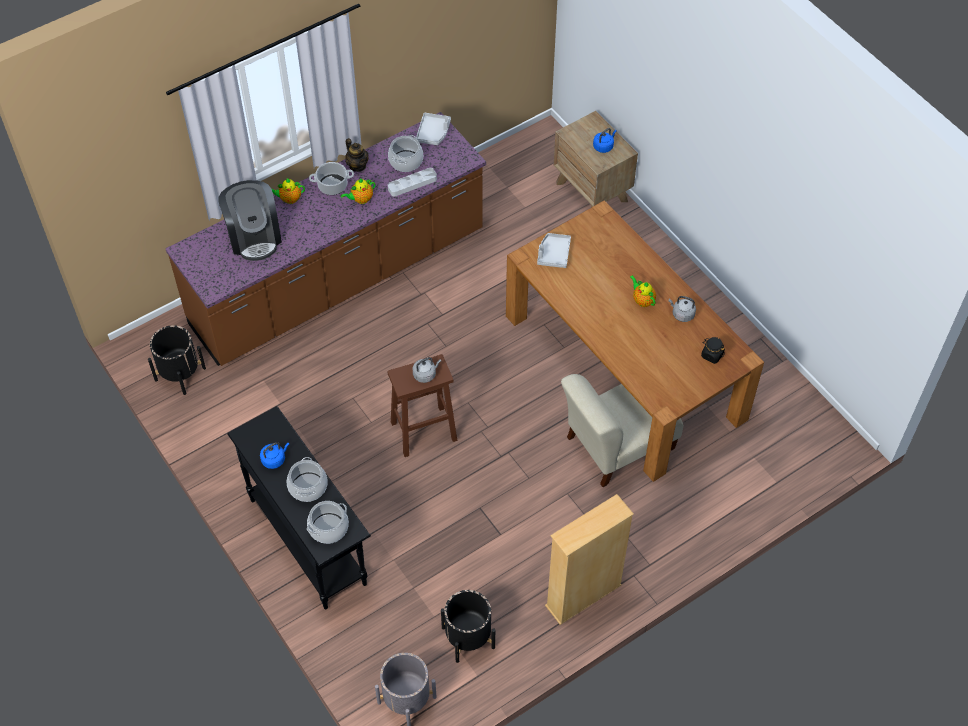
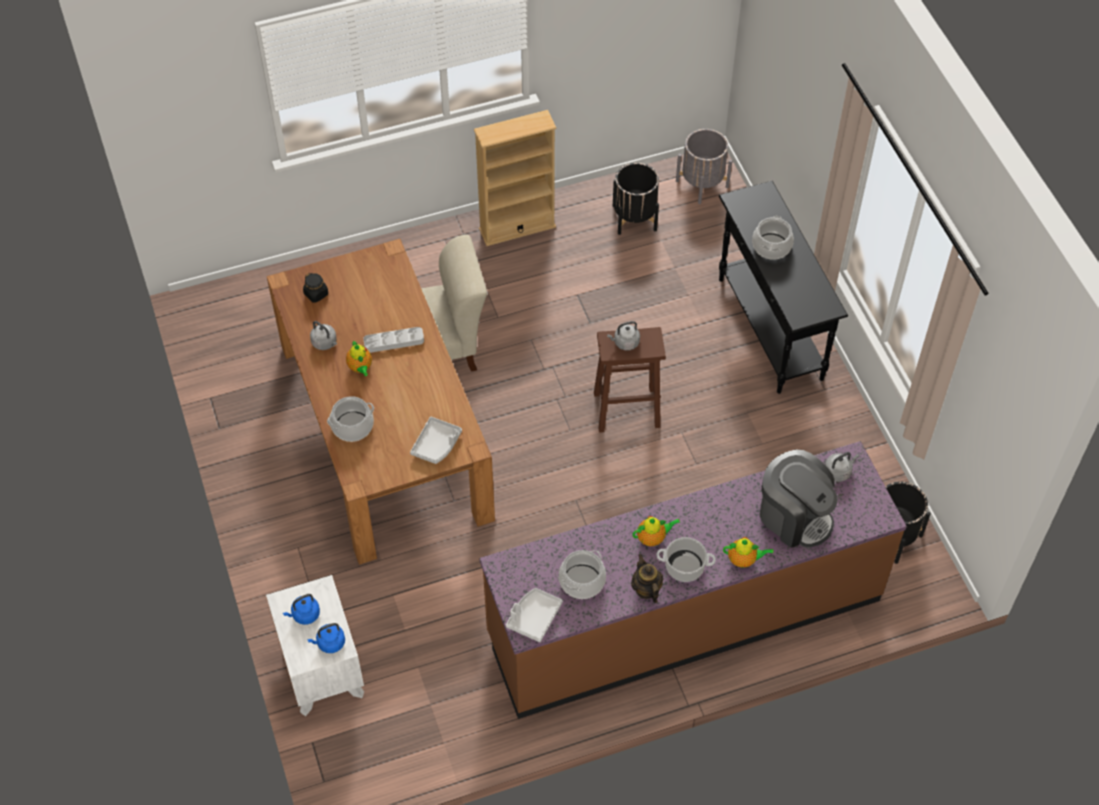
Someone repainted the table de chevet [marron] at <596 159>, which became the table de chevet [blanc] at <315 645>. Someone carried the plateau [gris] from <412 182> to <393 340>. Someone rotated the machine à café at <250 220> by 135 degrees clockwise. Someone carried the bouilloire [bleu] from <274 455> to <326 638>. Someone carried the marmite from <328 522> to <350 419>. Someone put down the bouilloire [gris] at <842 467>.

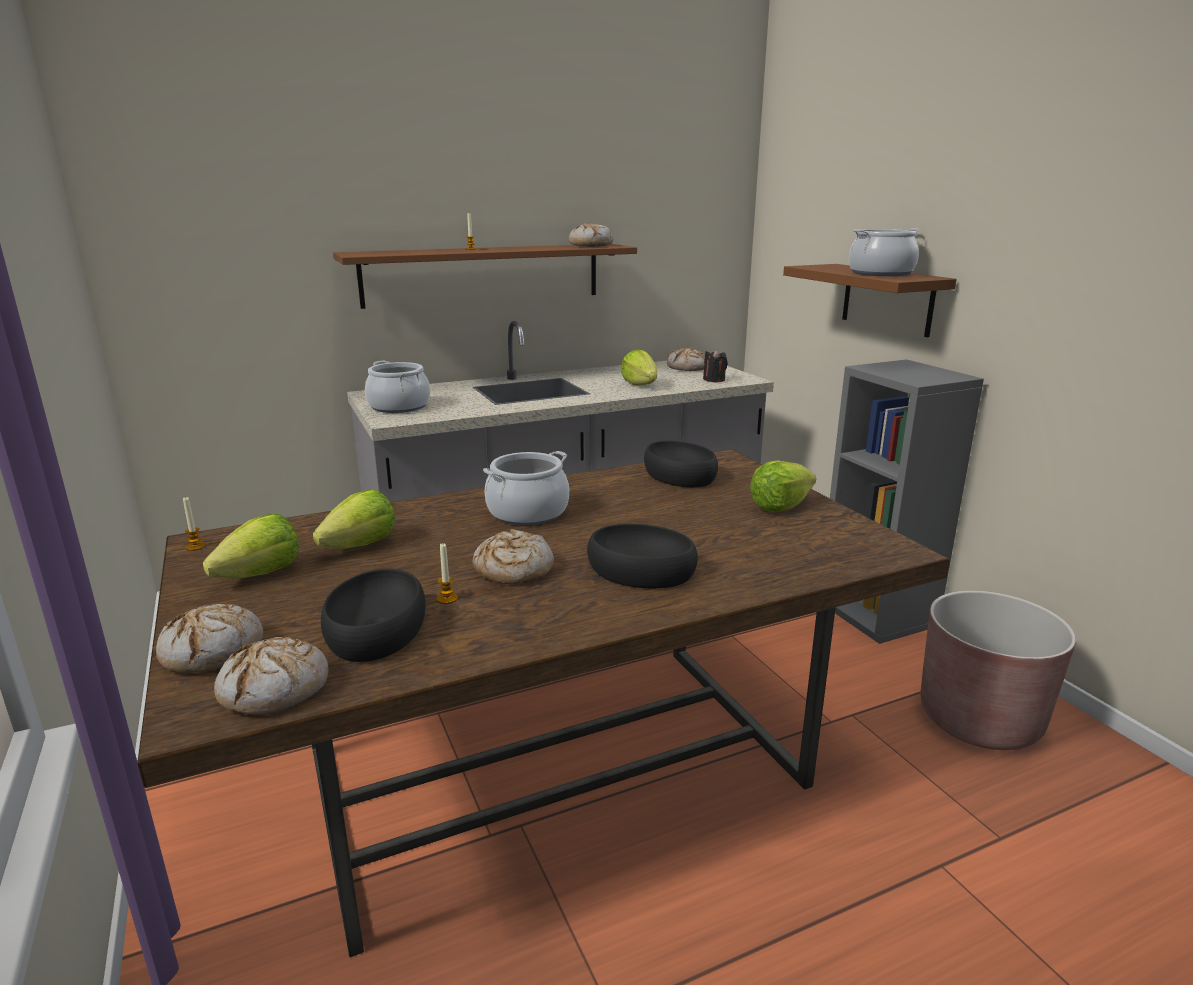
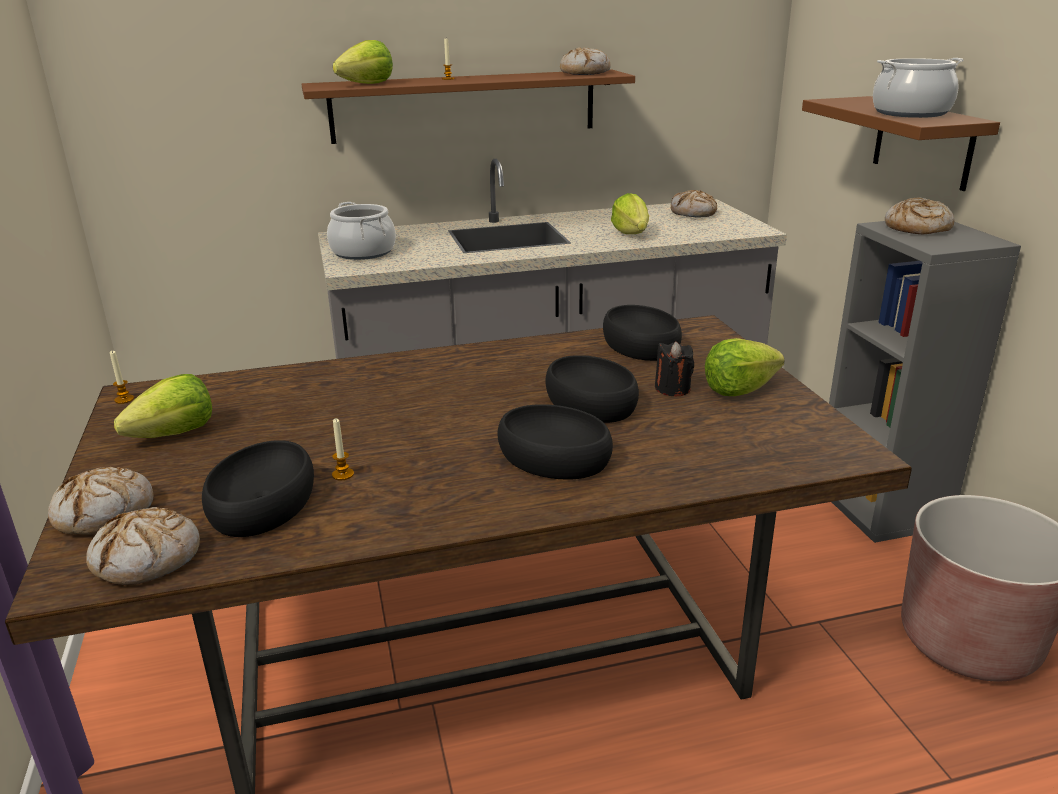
Someone carried the bougie [noir] from <715 365> to <674 369>. Someone took away the marmite at <526 488>. Someone carried the laitue from <354 519> to <363 62>. Someone carried the pain from <513 556> to <919 215>. Someone put down the bol [noir] at <592 389>.

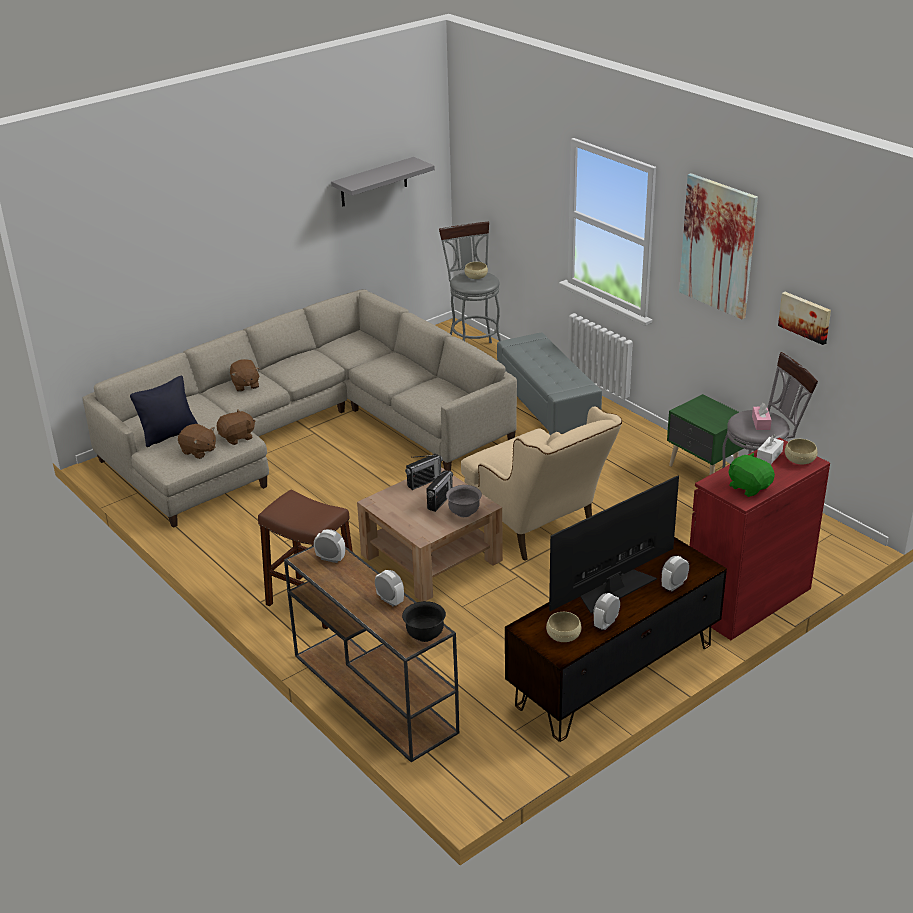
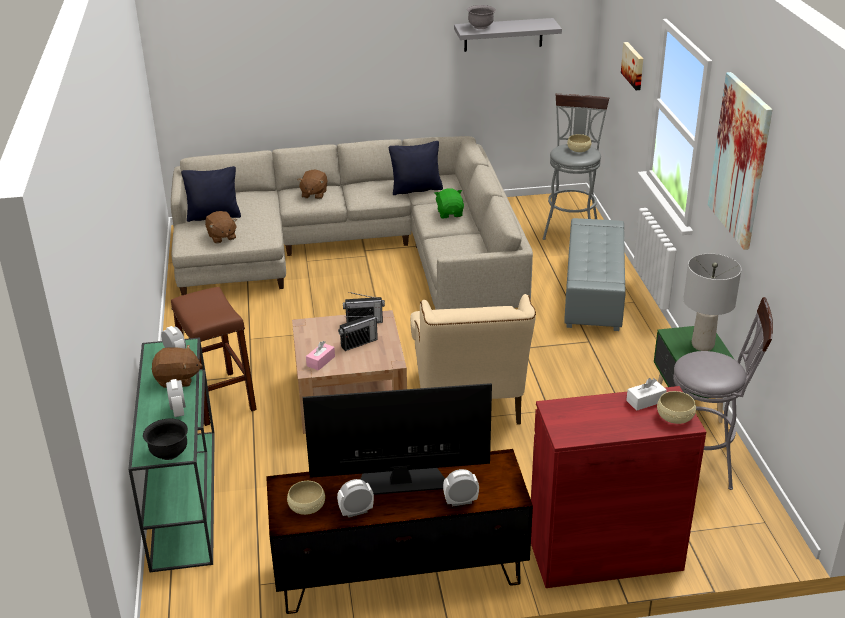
Someone carried the tableau from <804 318> to <632 66>. Someone carried the boîte à mouchoirs [rose] from <762 416> to <320 356>. Someone carried the peluche [marron] from <236 427> to <177 366>. Someone carried the peluche [vert] from <752 475> to <449 203>. Someone carried the bol [gris] from <464 501> to <481 17>. Someone repainted the table console [marron] at <371 653>, which became the table console [vert] at <171 454>. Someone put down the coussin [noir] at <416 168>. Someone put down the lampe de table [gris] at <712 302>.

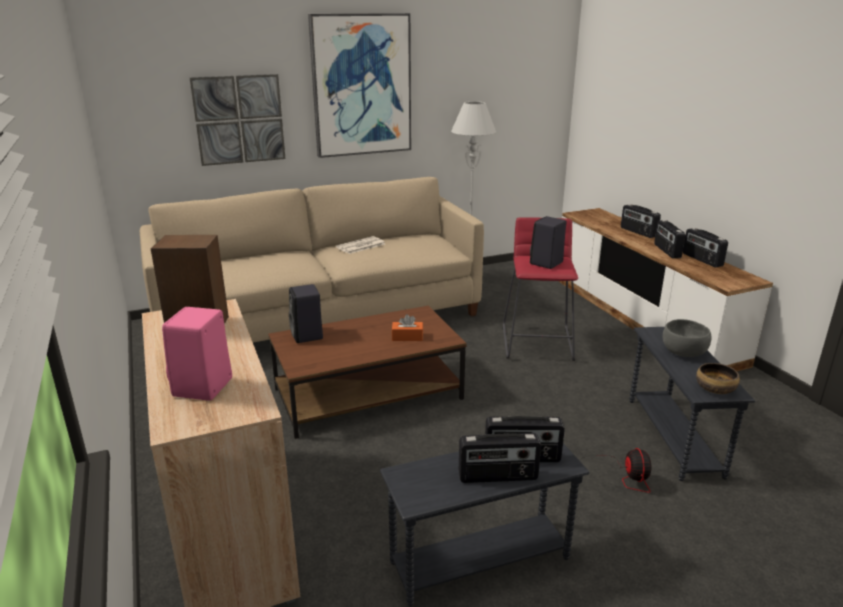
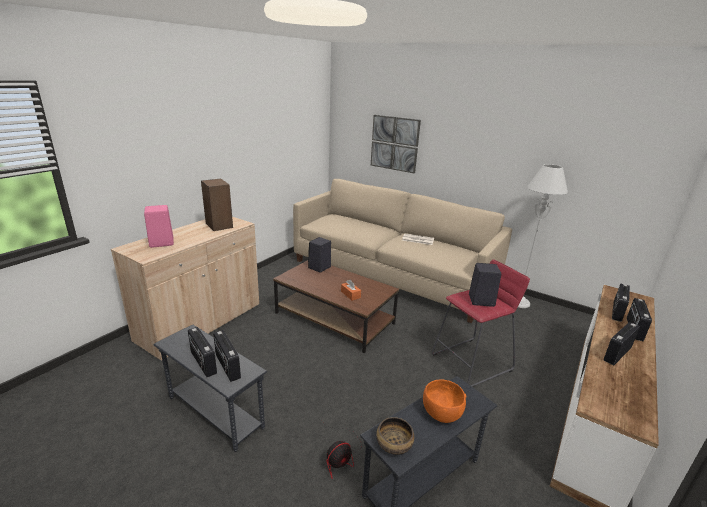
Someone took away the tableau at <359 85>. Someone carried the radio from <705 247> to <621 303>. Someone repainted the bol [gris] at <687 338>, which became the bol [orange] at <444 401>.

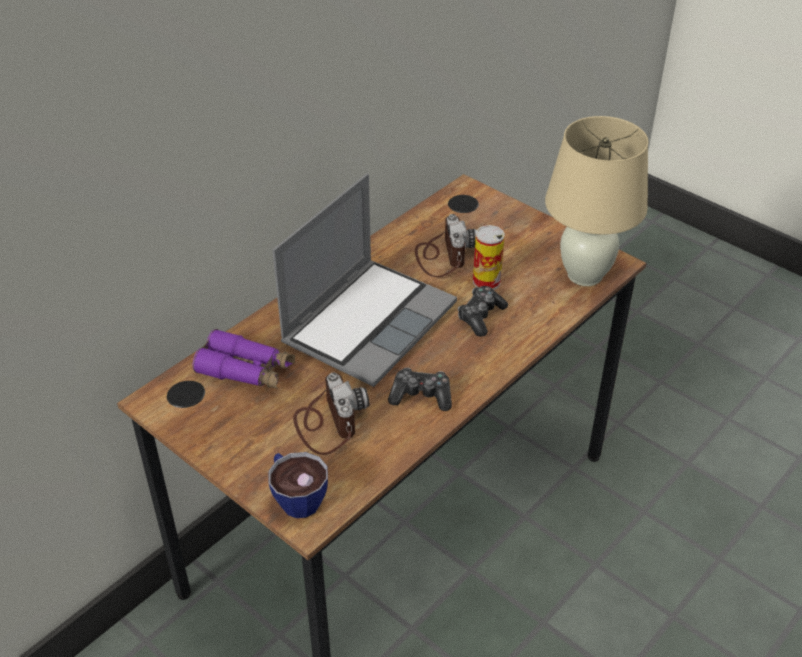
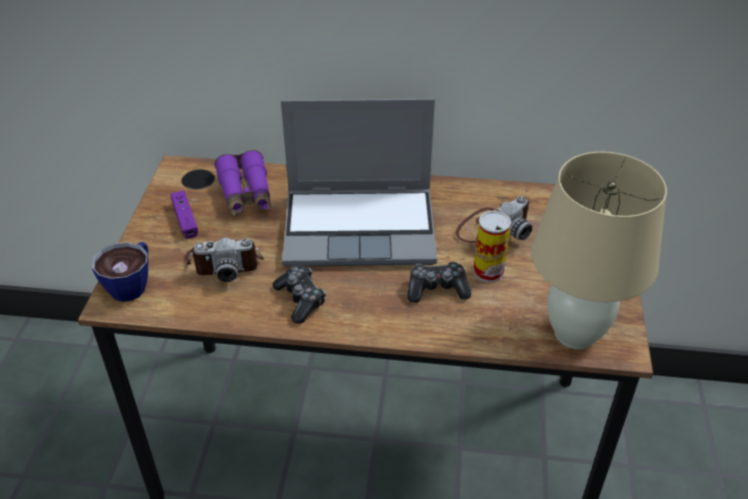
Someone rotated the appareil photo at <331 413> by 45 degrees clockwise. Someone put down the manette [violet] at <184 214>.

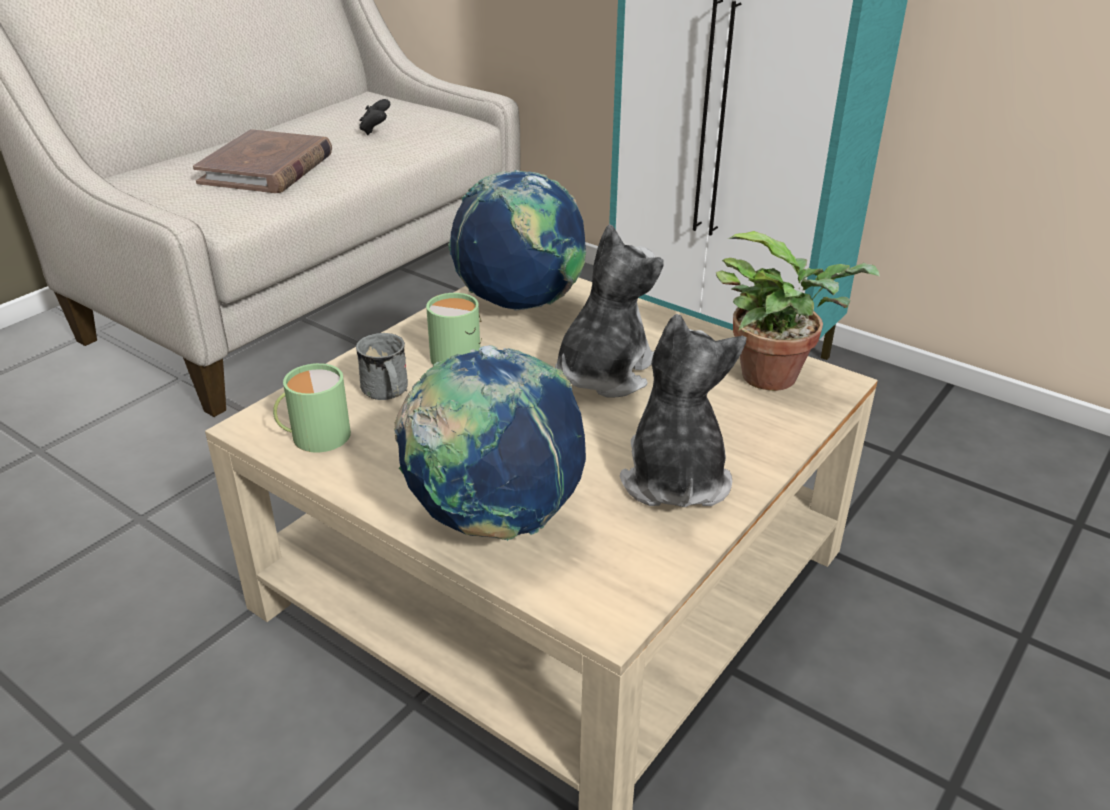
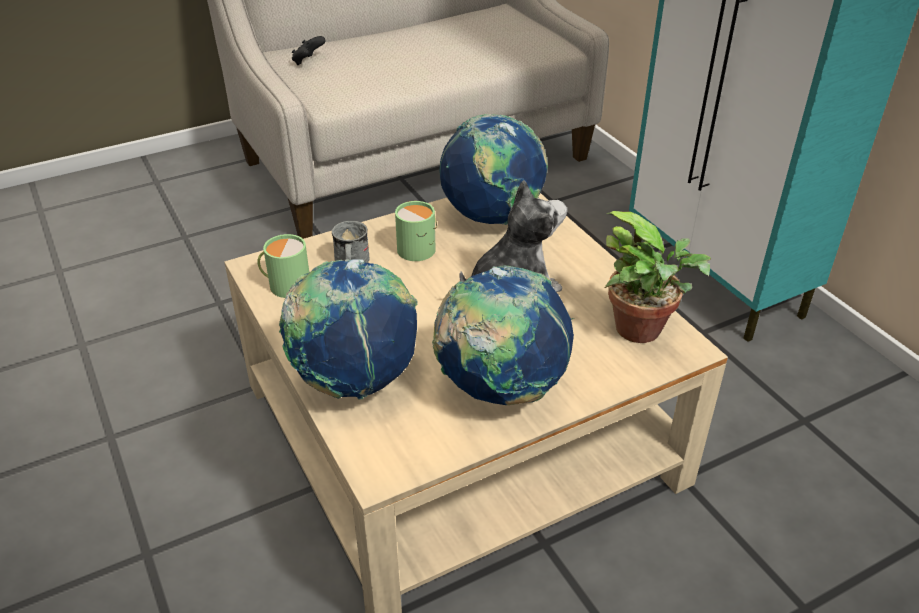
Someone carried the manette [noir] from <374 117> to <309 50>. Someone took away the livre [marron] at <262 161>. Someone swapped the peluche at <683 410> for the globe at <503 335>.

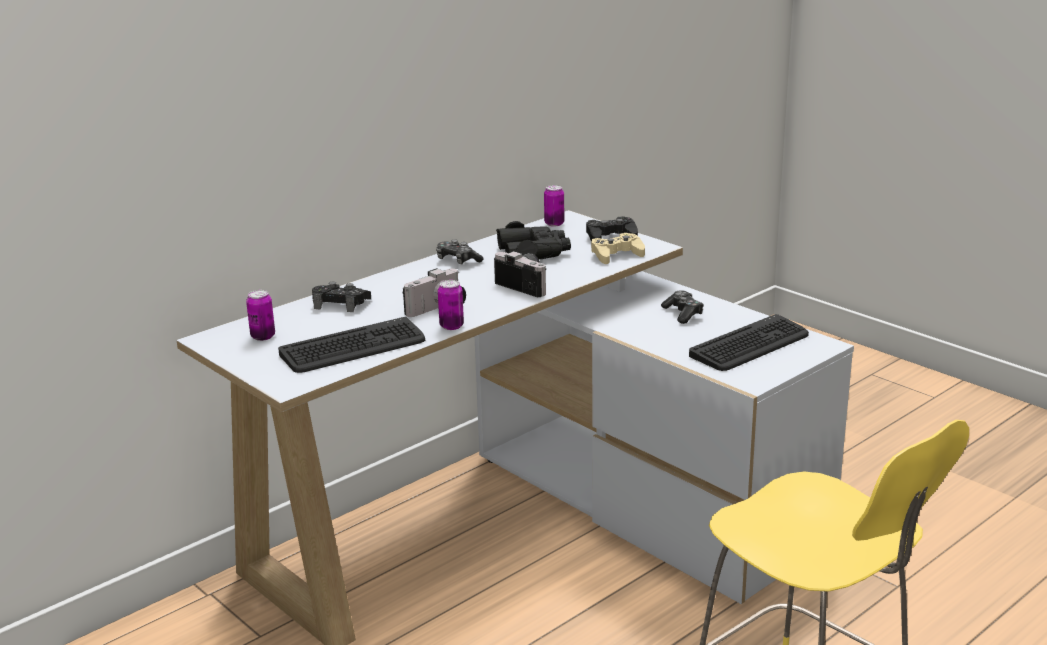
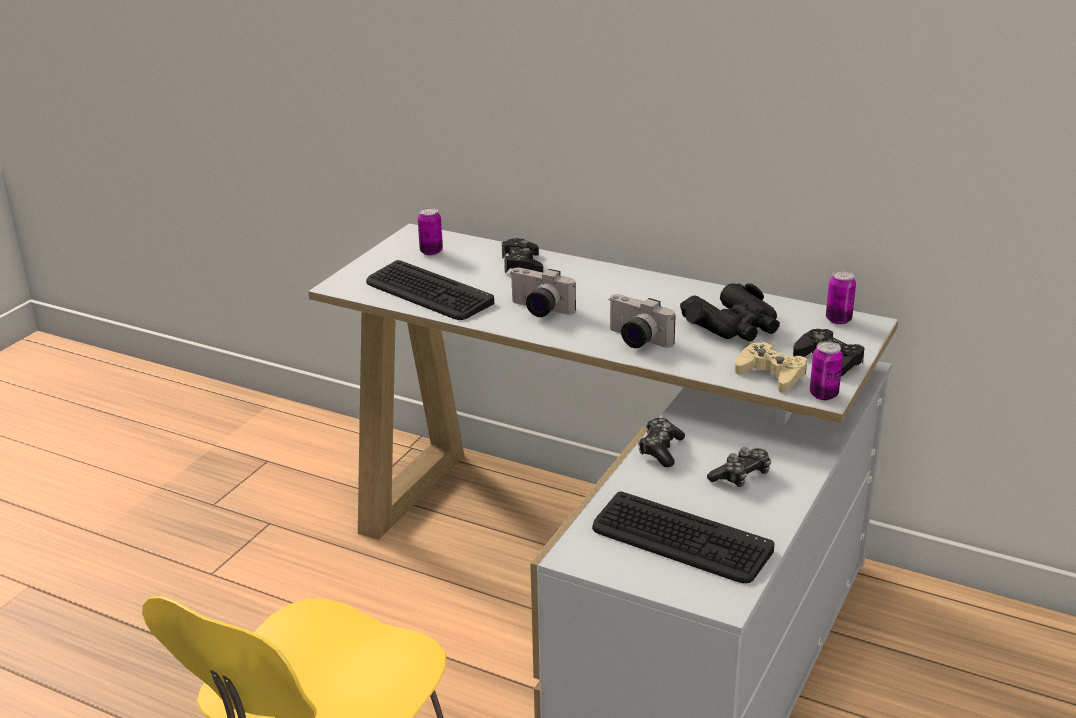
Someone carried the manette from <459 251> to <661 442>. Someone rotated the appareil photo at <520 274> by 105 degrees clockwise. Someone carried the boîte métallique from <451 305> to <826 370>.

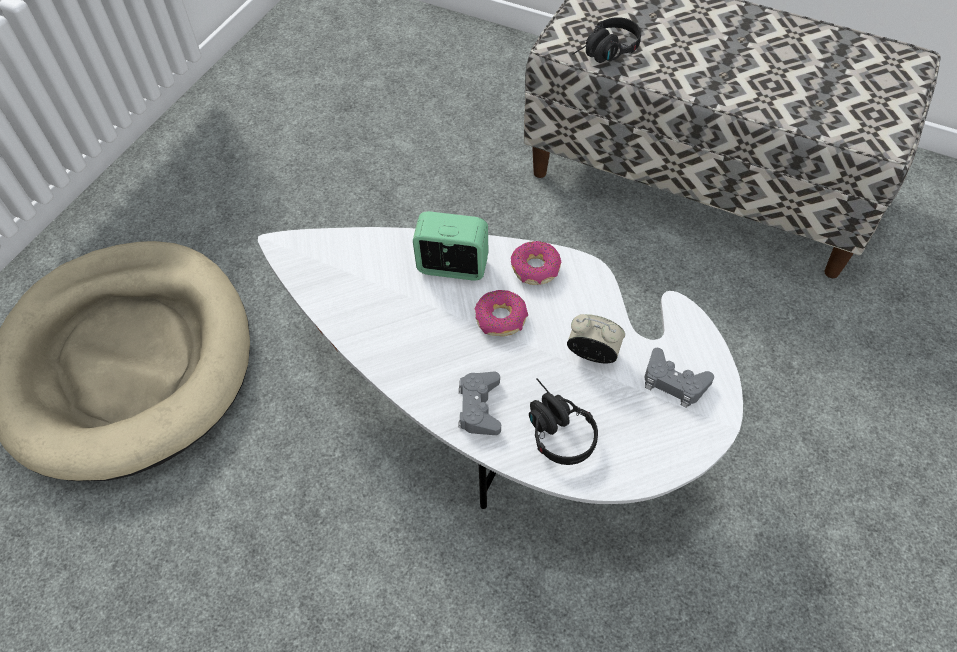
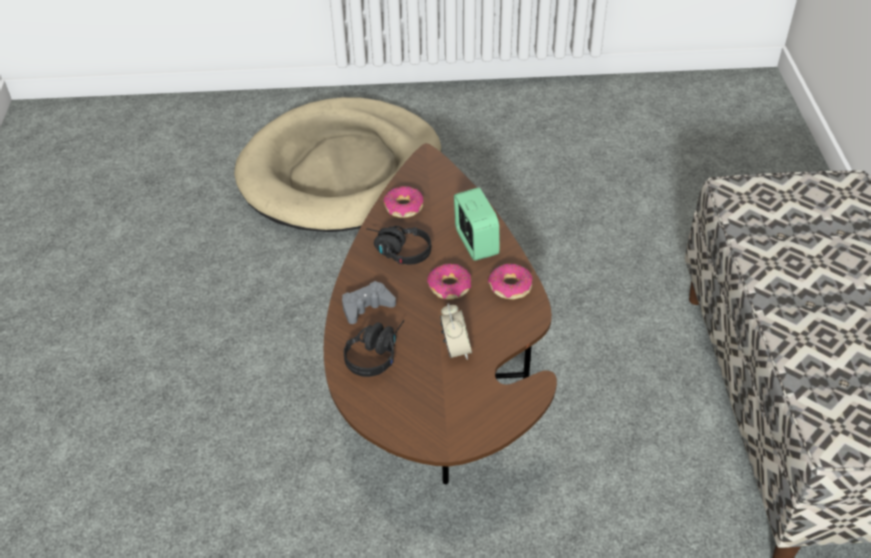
Someone carried the casque audio [noir] from <606 40> to <398 245>. Someone repainted the table basse [blanc] at <500 368>, which became the table basse [marron] at <440 313>. Someone took away the manette [gris] at <679 378>. Someone put down the beignet at <403 202>.

